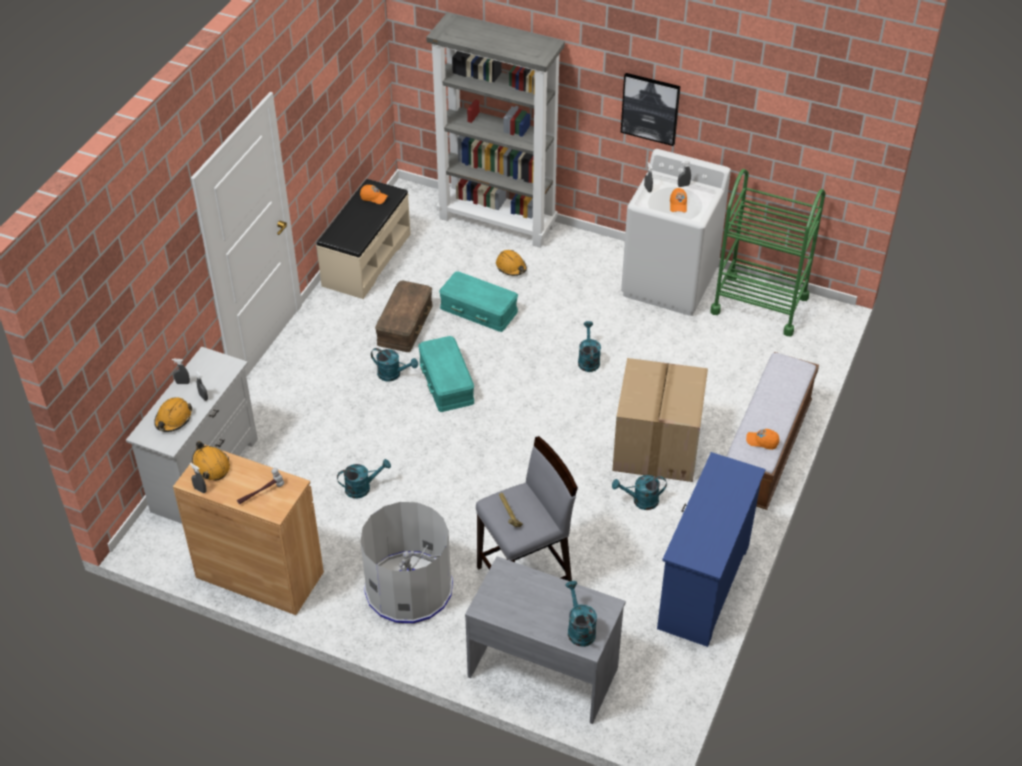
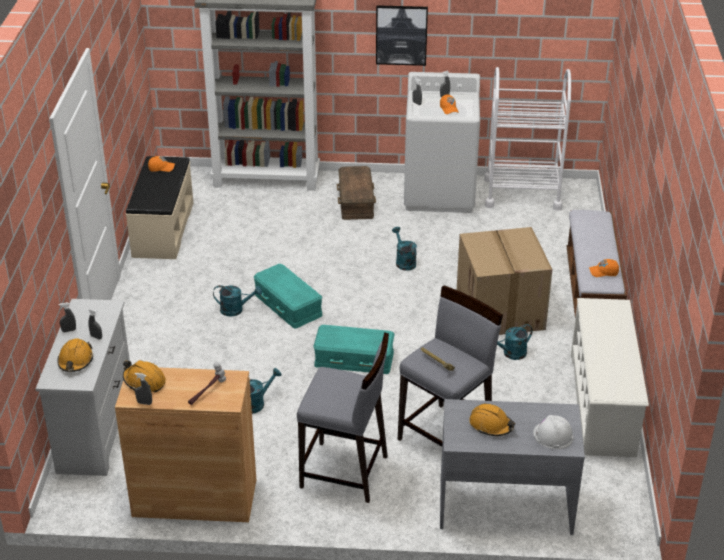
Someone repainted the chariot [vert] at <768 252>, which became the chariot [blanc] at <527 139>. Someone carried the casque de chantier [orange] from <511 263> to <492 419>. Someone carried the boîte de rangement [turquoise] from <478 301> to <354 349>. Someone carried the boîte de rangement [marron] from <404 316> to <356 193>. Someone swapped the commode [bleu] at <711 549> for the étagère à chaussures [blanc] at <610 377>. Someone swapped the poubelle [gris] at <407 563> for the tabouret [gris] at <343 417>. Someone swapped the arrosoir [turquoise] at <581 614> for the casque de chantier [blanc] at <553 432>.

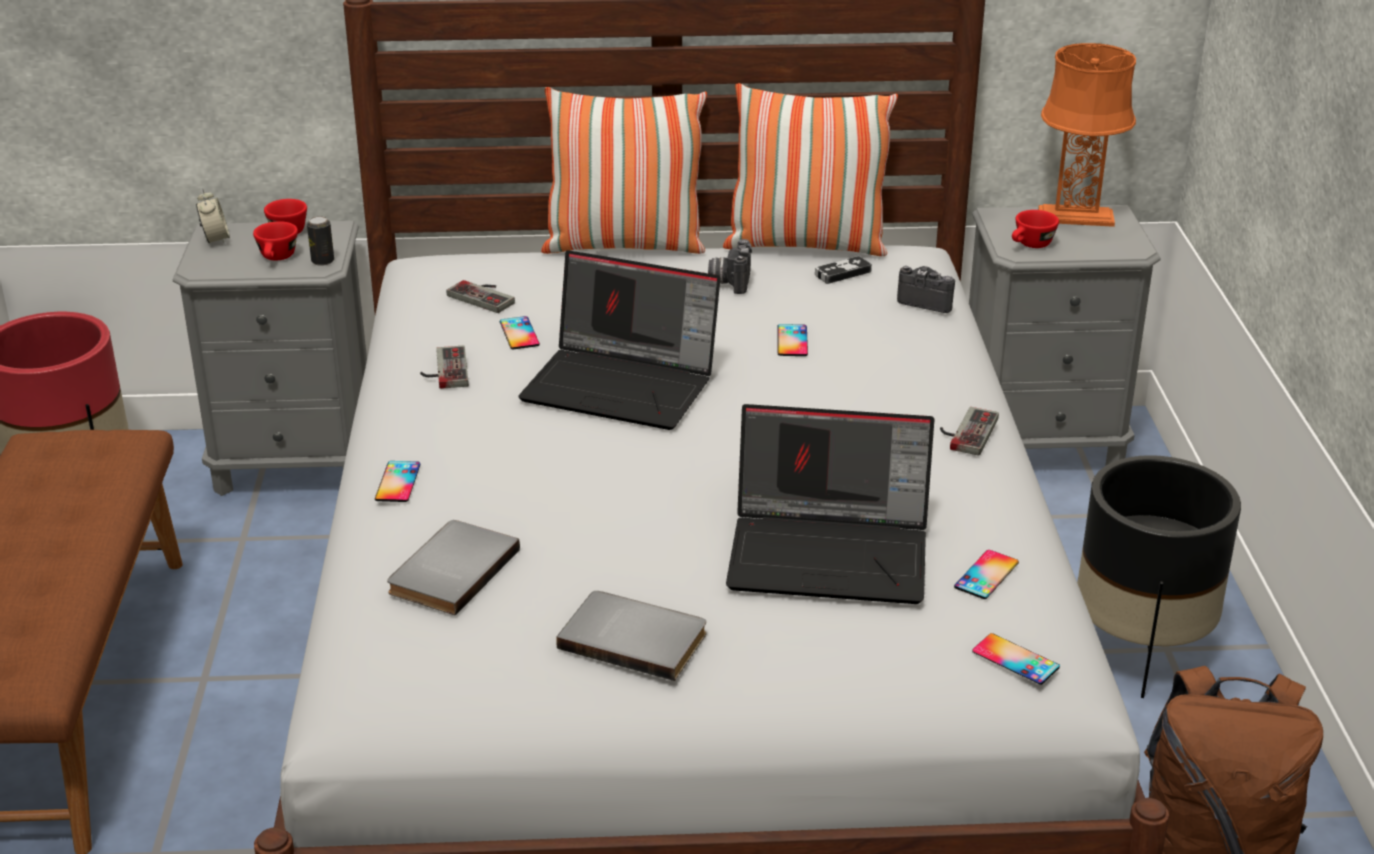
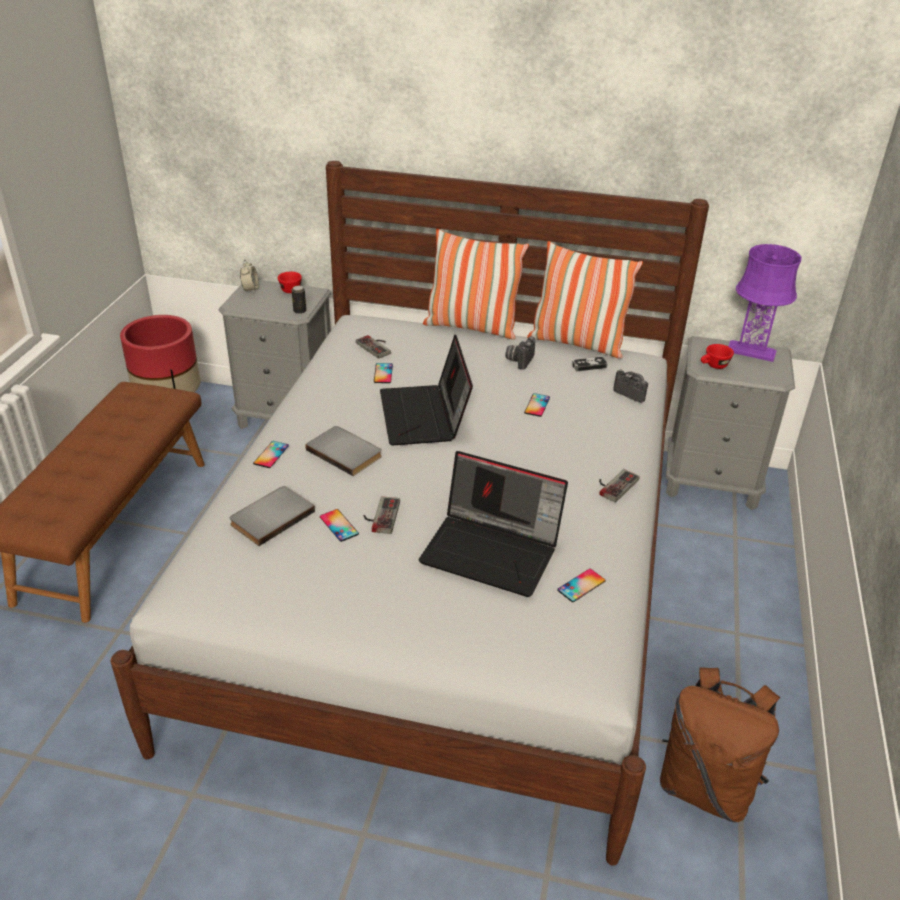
Someone repainted the lampe de table [orange] at <1087 135>, which became the lampe de table [violet] at <765 303>. Someone took away the tasse [rouge] at <275 241>. Someone rotated the ordinateur portable at <619 340> by 45 degrees clockwise. Someone carried the manette from <444 367> to <382 515>. Someone took away the cache-pot [noir] at <1159 576>. Someone carried the livre [gris] from <631 636> to <344 451>. Someone carried the téléphone from <1016 659> to <339 525>.

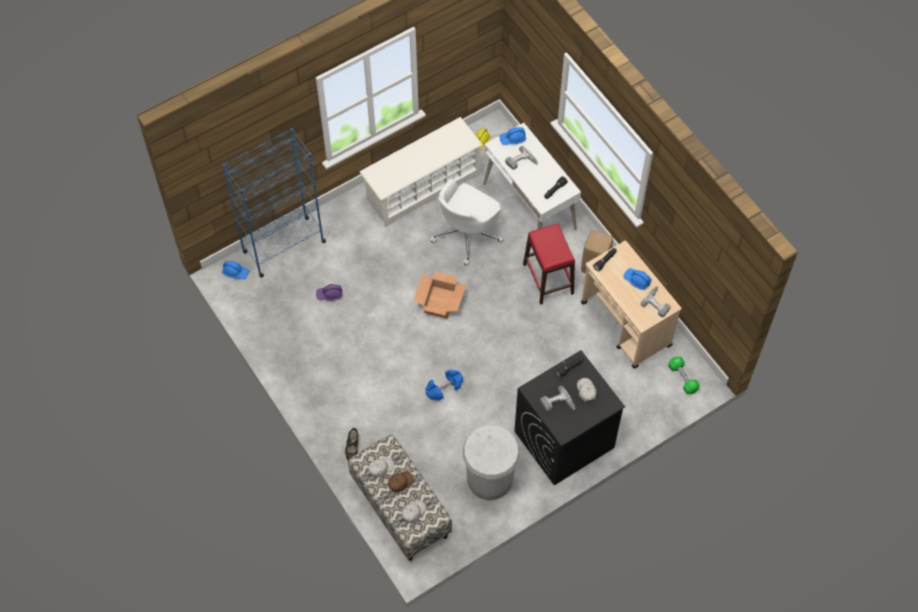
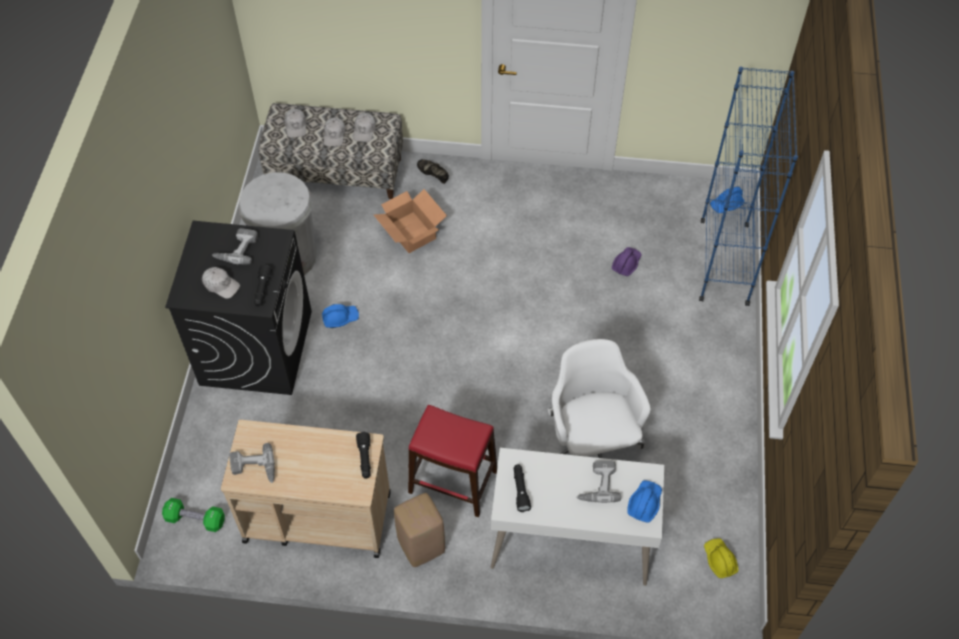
Someone took away the étagère à chaussures [blanc] at <421 172>. Someone carried the casque de chantier [bleu] from <638 279> to <340 316>. Someone carried the carton from <440 295> to <410 221>. Someone took away the haltère [bleu] at <444 385>. Someone repainted the casquette [marron] at <401 481>, which became the casquette [blanc] at <335 132>.

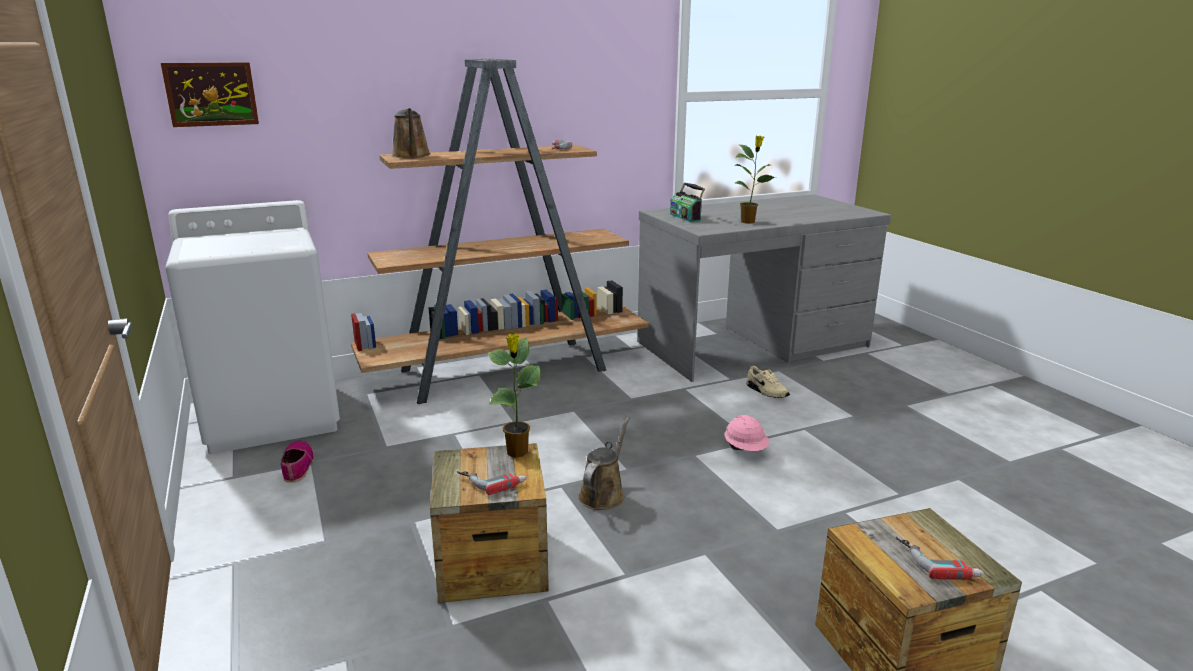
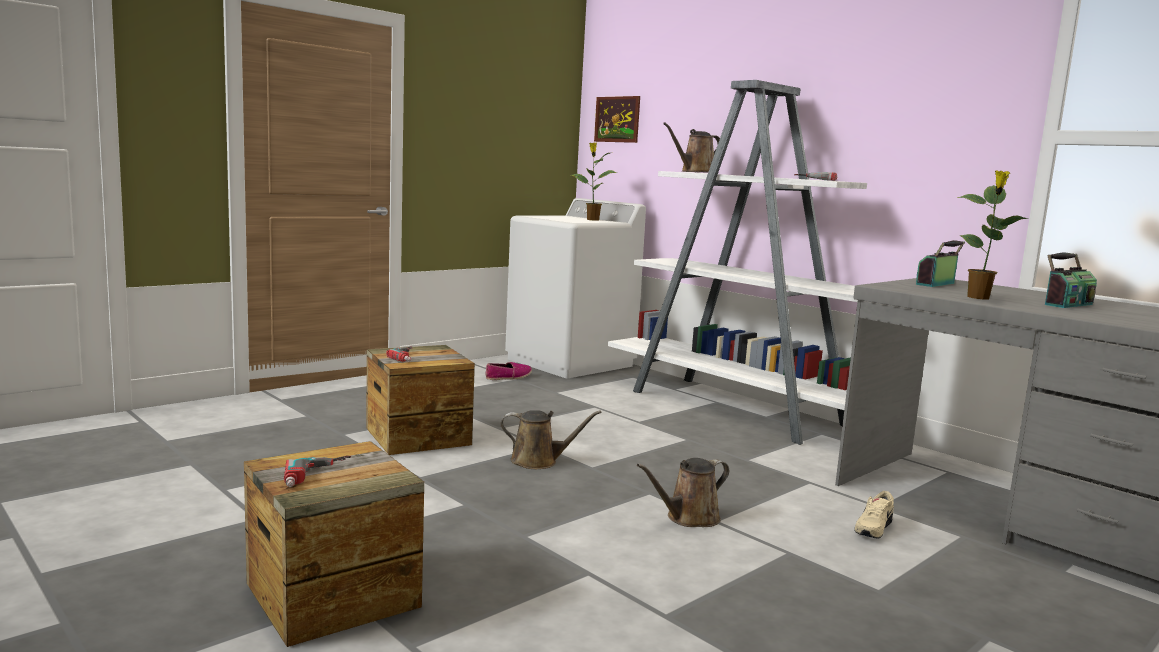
Someone repainted the bibliothèque [marron] at <500 231>, which became the bibliothèque [blanc] at <737 262>. Someone carried the plante en pot from <514 395> to <594 181>. Someone swapped the casque de chantier [rose] at <747 433> for the arrosoir [marron] at <683 492>. Someone put down the radio at <1071 280>.

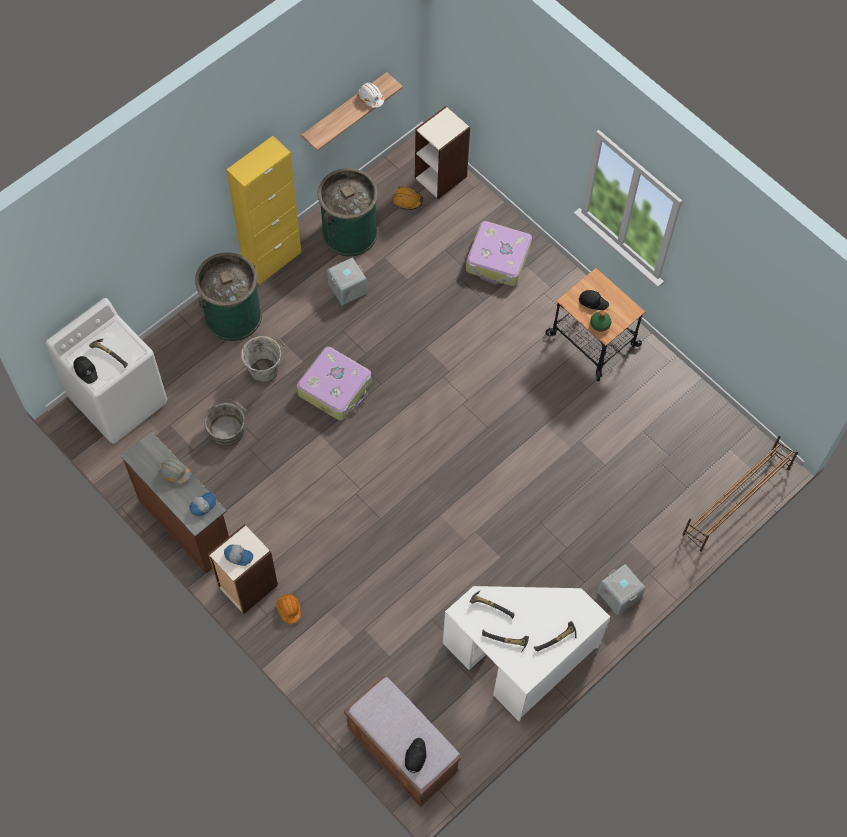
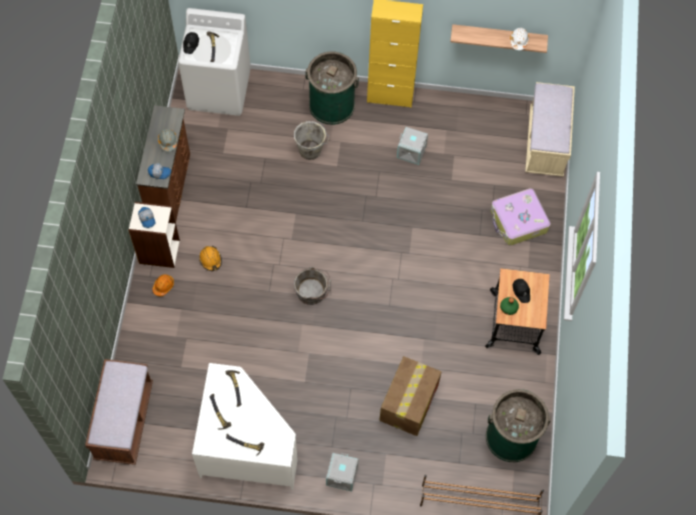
Someone swapped the bibliothèque at <442 152> for the banc [beige] at <550 129>. Someone carried the poubelle [vert] from <348 212> to <518 425>. Someone carried the casque de chantier [orange] from <408 198> to <210 258>. Someone took away the valise at <334 383>. Someone carried the seau [gris] from <227 422> to <312 286>. Someone took away the casquette [noir] at <415 755>. Someone put down the carton at <410 396>.

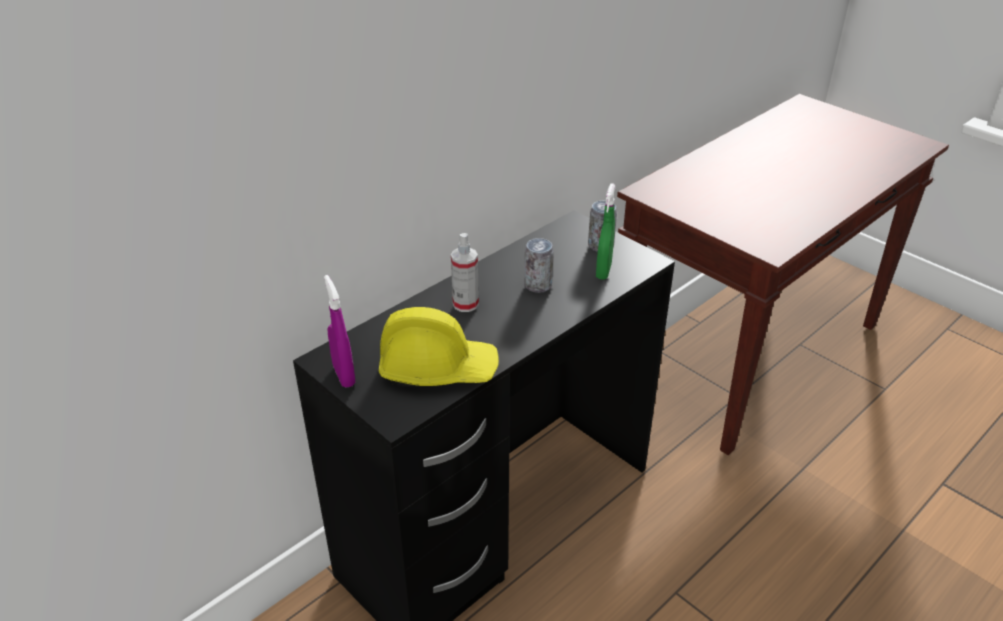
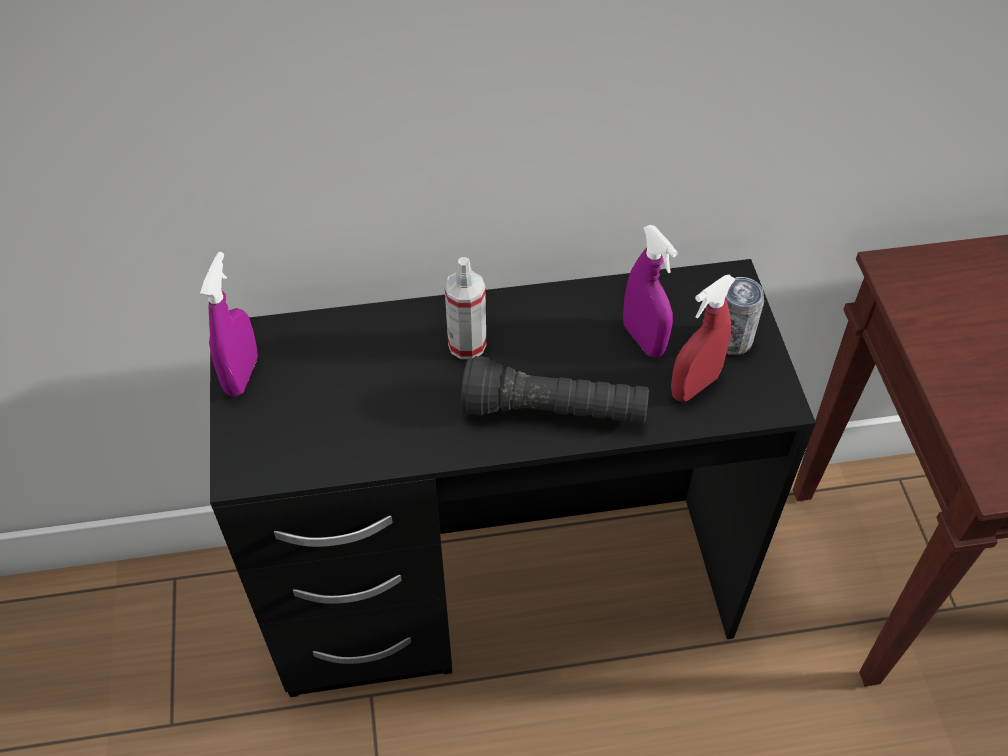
Someone repainted the vaporisateur [vert] at <605 231>, which became the vaporisateur [rouge] at <703 338>. Someone took away the boîte métallique at <539 265>. Someone took away the casque de chantier [jaune] at <439 347>. Someone put down the vaporisateur [violet] at <650 291>. Someone put down the lampe de poche [noir] at <555 389>.

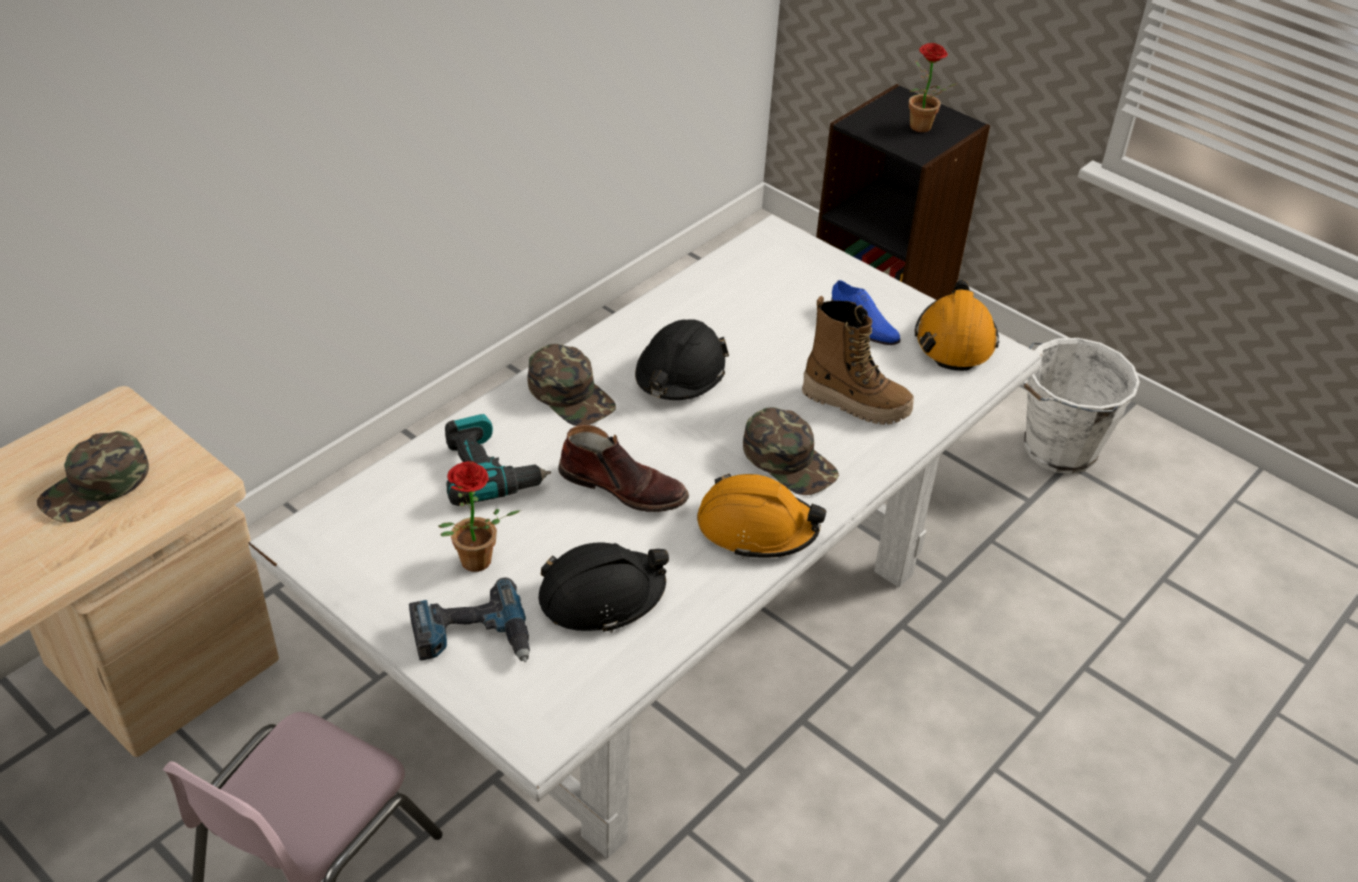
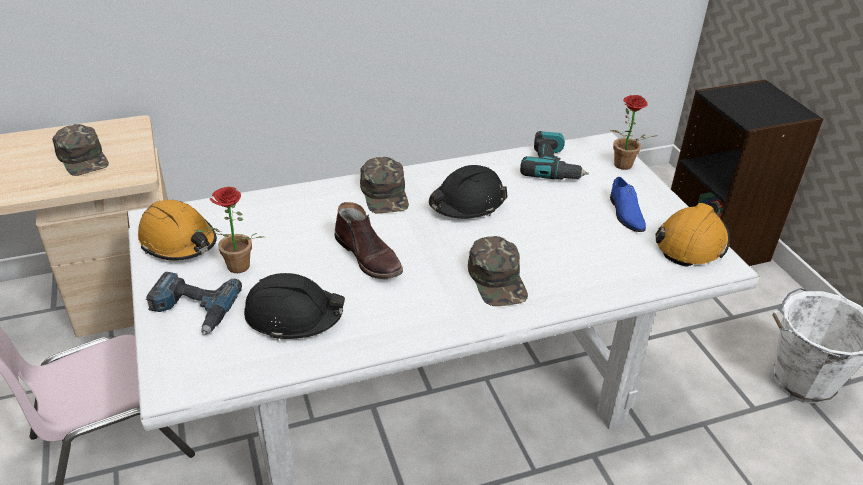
Someone carried the plante en pot from <932 87> to <632 132>. Someone took away the botte at <858 360>. Someone carried the perceuse from <498 460> to <554 155>. Someone rotated the casquette [vert] at <93 477> by 105 degrees counterclockwise. Someone carried the casque de chantier [orange] from <761 516> to <177 230>.

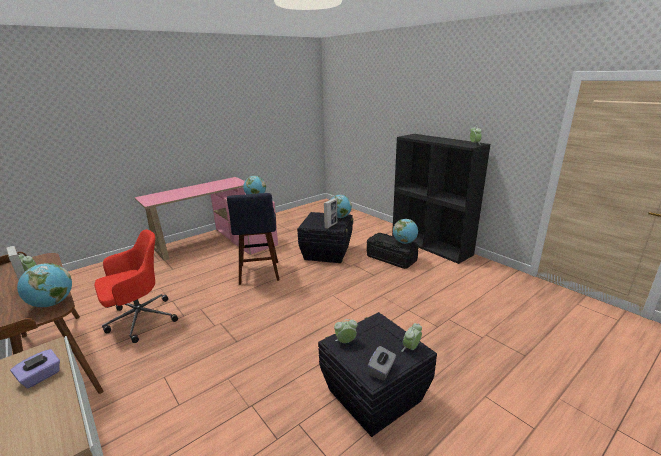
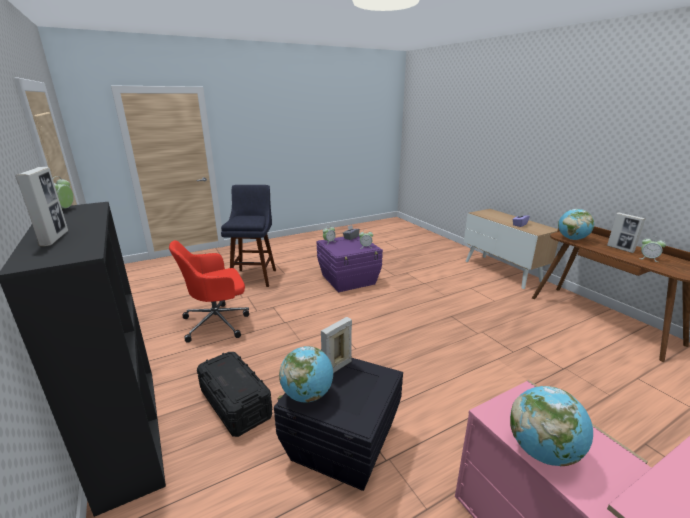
Someone carried the tabouret [bleu] from <253 239> to <248 236>. Someone took away the globe at <405 231>. Someone carried the chaise de bureau [rouge] from <136 286> to <209 291>. Someone repainted the boîte de rangement [noir] at <377 374>, which became the boîte de rangement [violet] at <350 263>. Someone put down the cadre photo at <41 206>.

